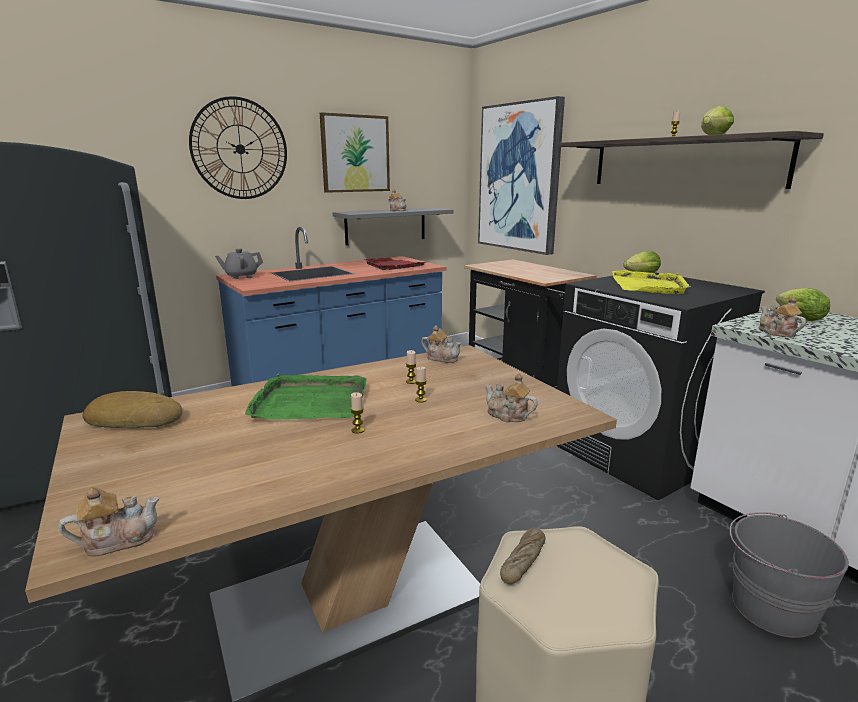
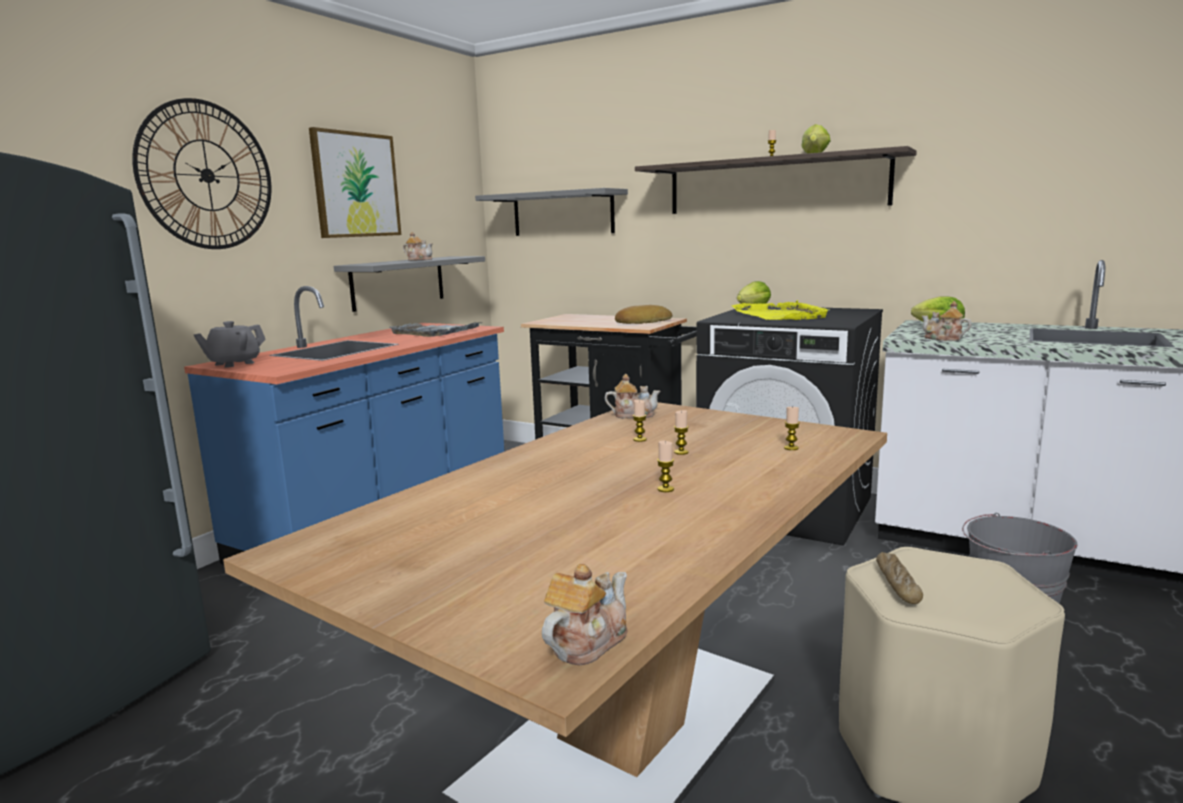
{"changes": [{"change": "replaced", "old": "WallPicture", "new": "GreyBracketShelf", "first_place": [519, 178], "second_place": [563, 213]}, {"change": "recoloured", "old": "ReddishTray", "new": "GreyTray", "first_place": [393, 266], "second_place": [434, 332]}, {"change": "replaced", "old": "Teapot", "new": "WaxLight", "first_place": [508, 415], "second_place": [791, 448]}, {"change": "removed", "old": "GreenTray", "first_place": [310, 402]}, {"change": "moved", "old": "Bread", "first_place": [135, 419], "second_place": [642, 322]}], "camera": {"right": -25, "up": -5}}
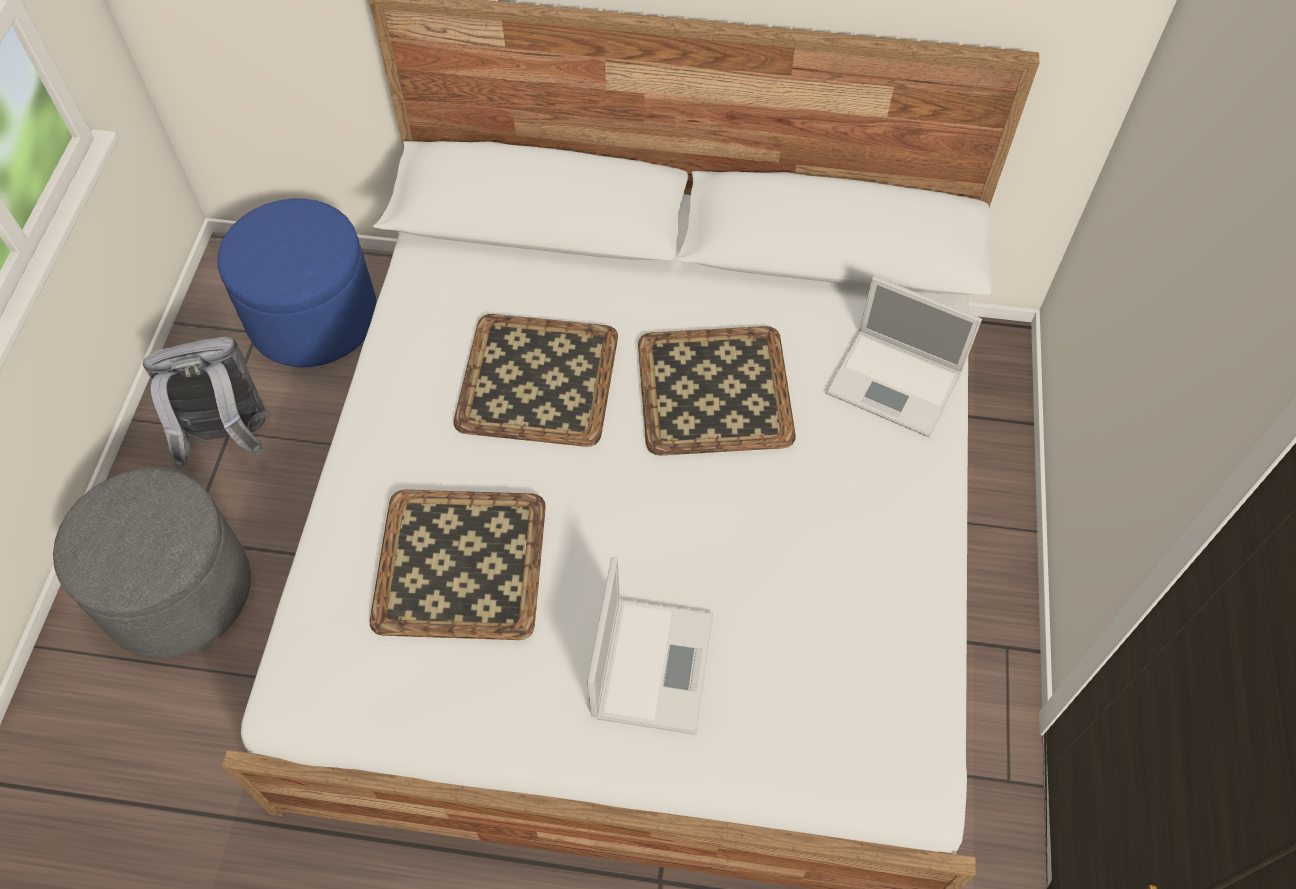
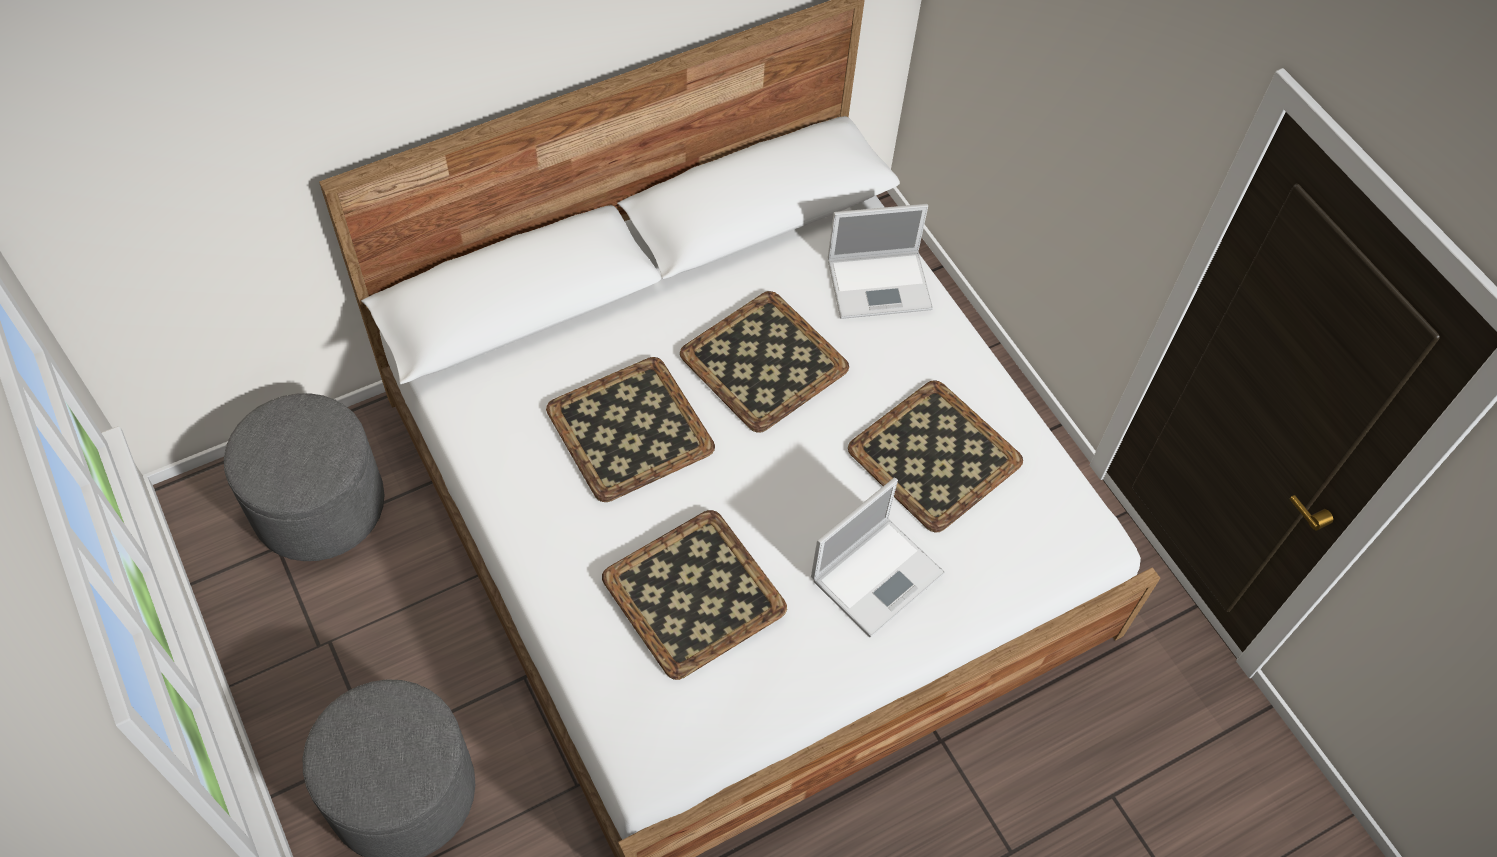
{"changes": [{"change": "recoloured", "old": "BlueColouredPouffe", "new": "GreyPouffe", "first_place": [313, 317], "second_place": [318, 504]}, {"change": "removed", "old": "GreyKnapsack", "first_place": [228, 437]}, {"change": "turned", "old": "NotebookComputer", "first_place": [653, 662], "second_place": [878, 574], "degrees": 75}, {"change": "added", "new": "Tray", "second_place": [933, 455]}], "camera": {"right": -40, "up": 0}}
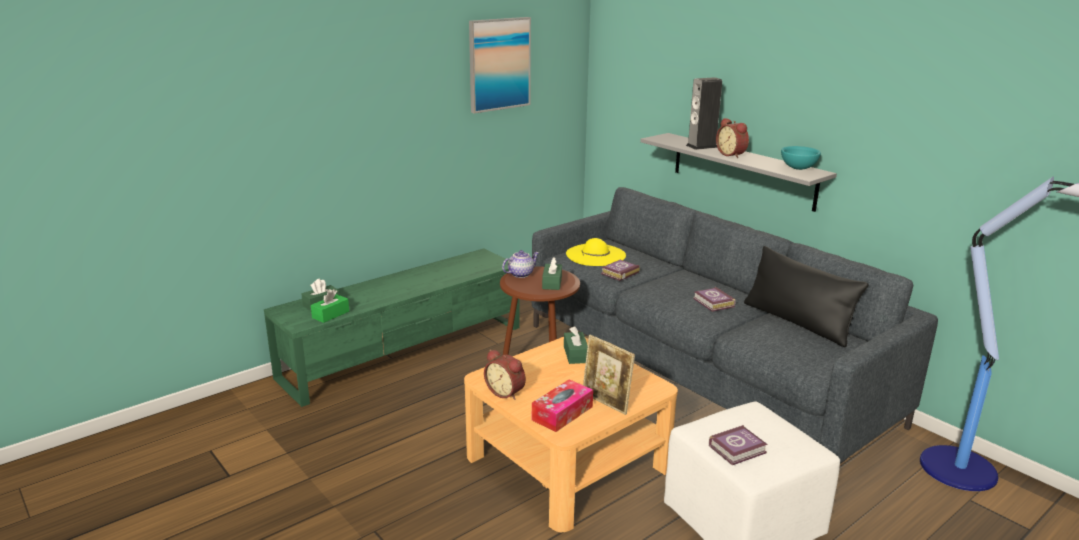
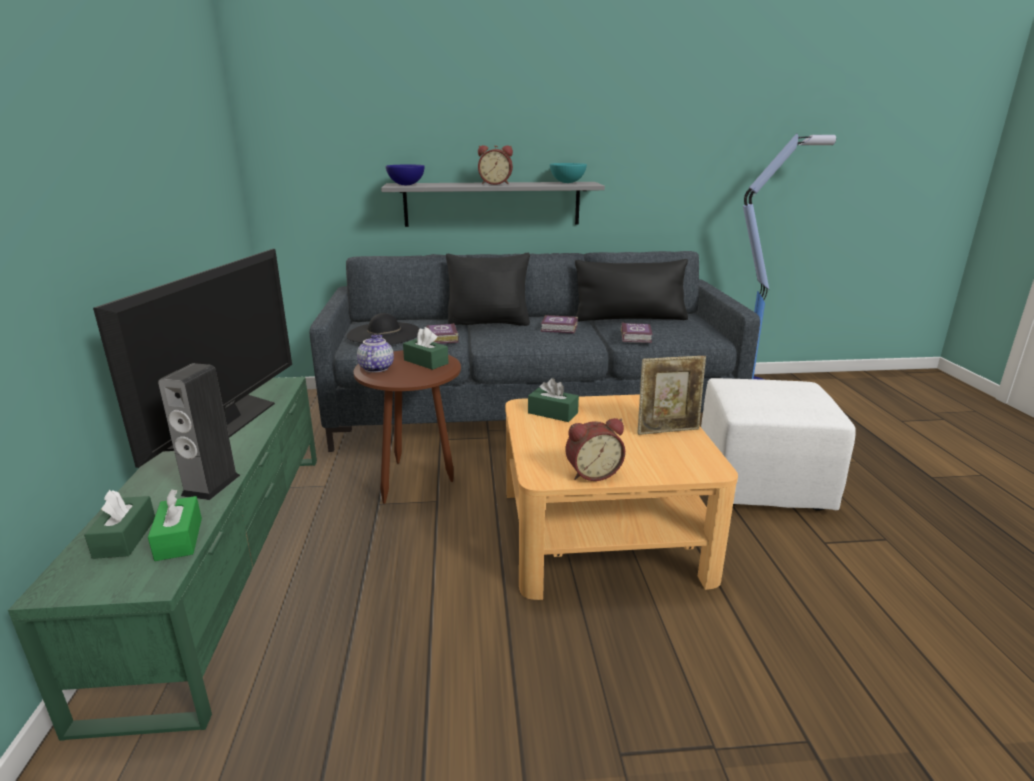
{"changes": [{"change": "removed", "old": "WallPicture", "first_place": [499, 64]}, {"change": "moved", "old": "AudioSpeaker", "first_place": [701, 146], "second_place": [211, 485]}, {"change": "recoloured", "old": "YellowClothingHat", "new": "BlackColouredClothingHat", "first_place": [595, 255], "second_place": [384, 334]}, {"change": "removed", "old": "TissueBox", "first_place": [562, 413]}, {"change": "moved", "old": "BoundBook", "first_place": [739, 449], "second_place": [636, 336]}, {"change": "added", "new": "BlueColouredServingBowl", "second_place": [405, 185]}, {"change": "added", "new": "Television", "second_place": [227, 422]}, {"change": "added", "new": "BlackColouredThrowPillow", "second_place": [489, 322]}], "camera": {"right": -55, "up": 0}}
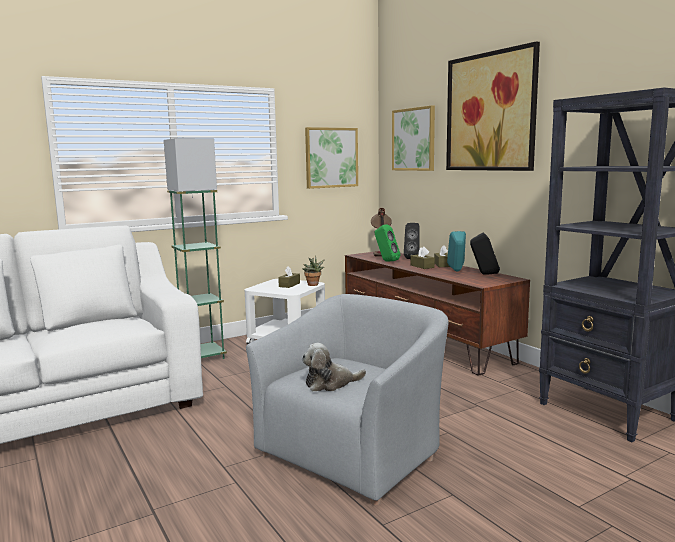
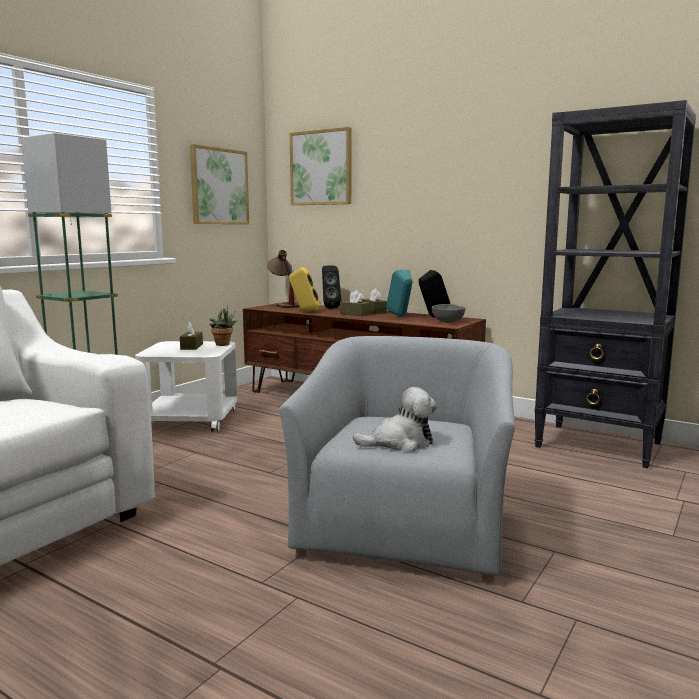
{"changes": [{"change": "removed", "old": "WallPicture", "first_place": [490, 112]}, {"change": "recoloured", "old": "GreenAudioSpeaker", "new": "YellowAudioSpeaker", "first_place": [386, 261], "second_place": [304, 311]}, {"change": "turned", "old": "SoftToy", "first_place": [330, 383], "second_place": [400, 443], "degrees": -150}, {"change": "added", "new": "GreyServingBowl", "second_place": [448, 322]}], "camera": {"right": -25, "up": 0}}
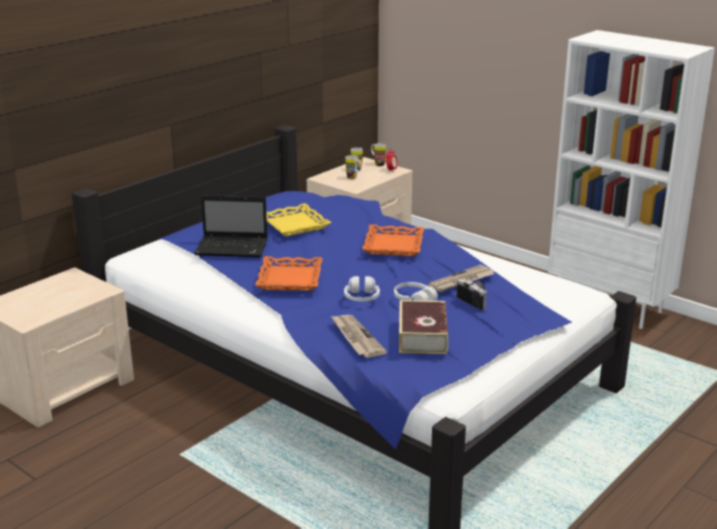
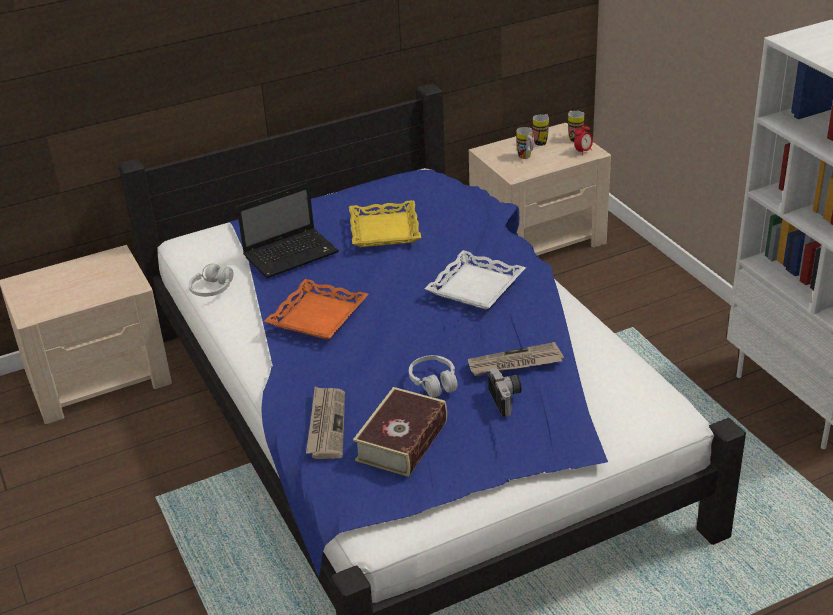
{"changes": [{"change": "turned", "old": "NotebookComputer", "first_place": [233, 248], "second_place": [292, 254], "degrees": -60}, {"change": "recoloured", "old": "OrangeTray", "new": "WhitishTray", "first_place": [393, 245], "second_place": [475, 286]}, {"change": "moved", "old": "WhitishHeadset", "first_place": [361, 297], "second_place": [212, 289]}], "camera": {"right": 25, "up": 10}}
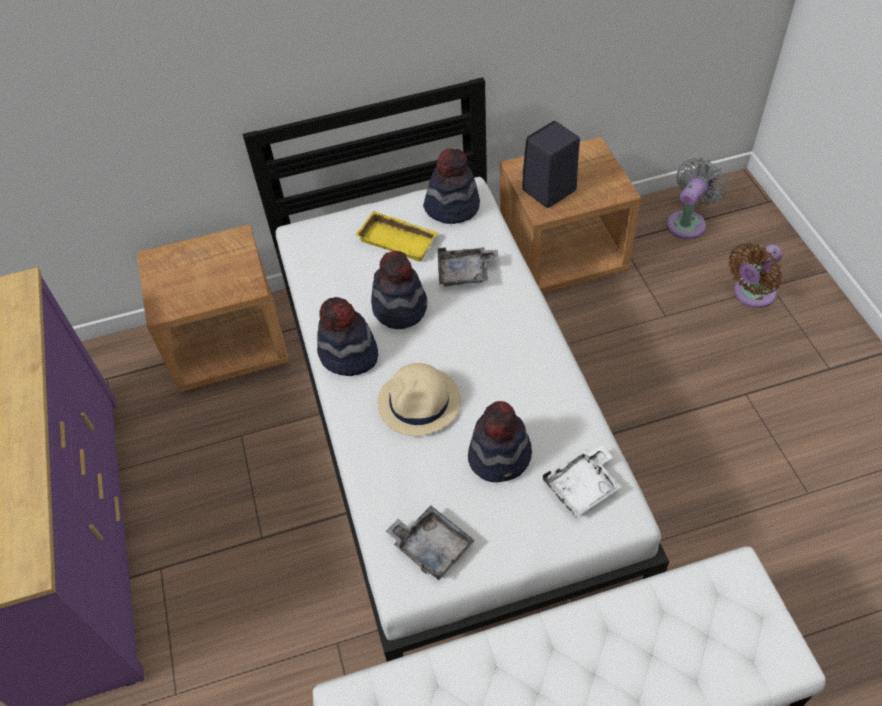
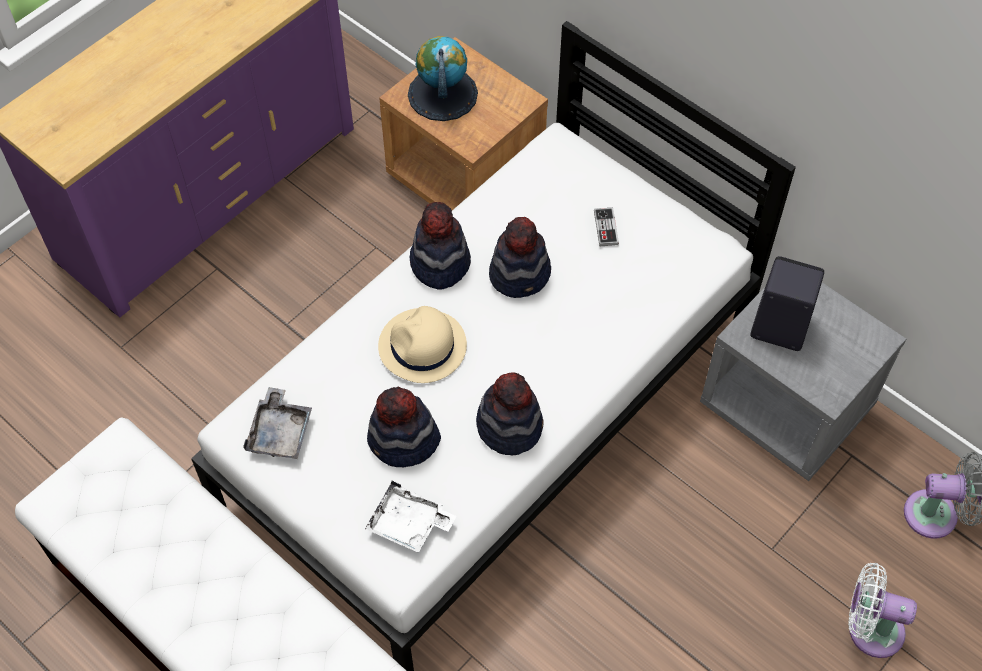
{"changes": [{"change": "recoloured", "old": "BrownishBedsideTable", "new": "GreyBedsideTable", "first_place": [563, 255], "second_place": [787, 407]}, {"change": "moved", "old": "ClothingHat", "first_place": [452, 207], "second_place": [509, 426]}, {"change": "replaced", "old": "YellowTray", "new": "Gamepad", "first_place": [399, 239], "second_place": [606, 228]}, {"change": "recoloured", "old": "BrownishCoolingFan", "new": "WhitishCoolingFan", "first_place": [751, 294], "second_place": [869, 629]}, {"change": "removed", "old": "GreyTray", "first_place": [465, 273]}, {"change": "added", "new": "DeskGlobe", "second_place": [442, 94]}], "camera": {"right": 55, "up": 5}}
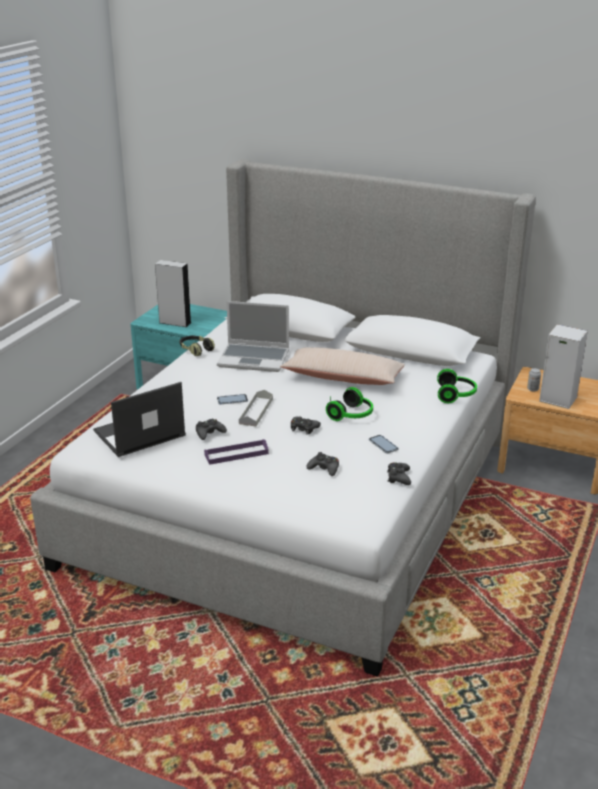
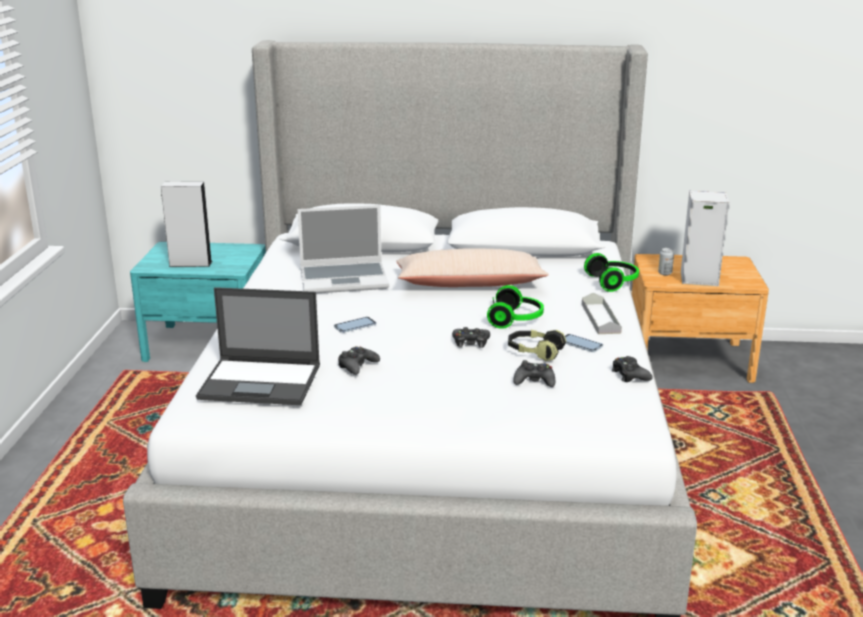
{"changes": [{"change": "moved", "old": "Headset", "first_place": [195, 350], "second_place": [534, 352]}, {"change": "turned", "old": "NotebookComputer", "first_place": [138, 434], "second_place": [262, 382], "degrees": -120}, {"change": "moved", "old": "GreyTray", "first_place": [256, 411], "second_place": [600, 318]}, {"change": "removed", "old": "PurpleTray", "first_place": [236, 454]}], "camera": {"right": -20, "up": -5}}
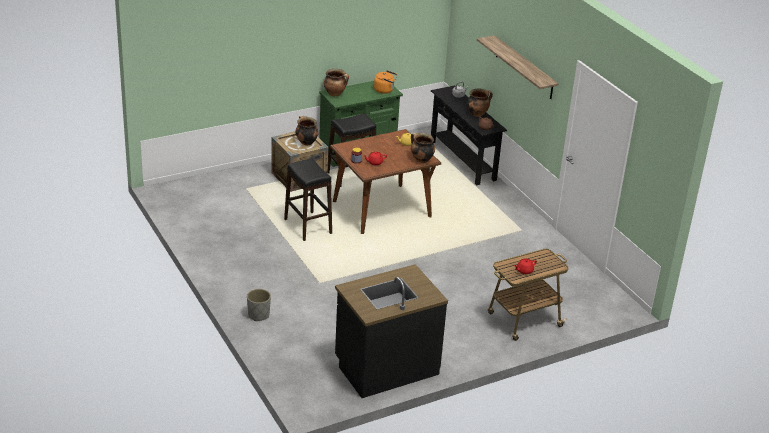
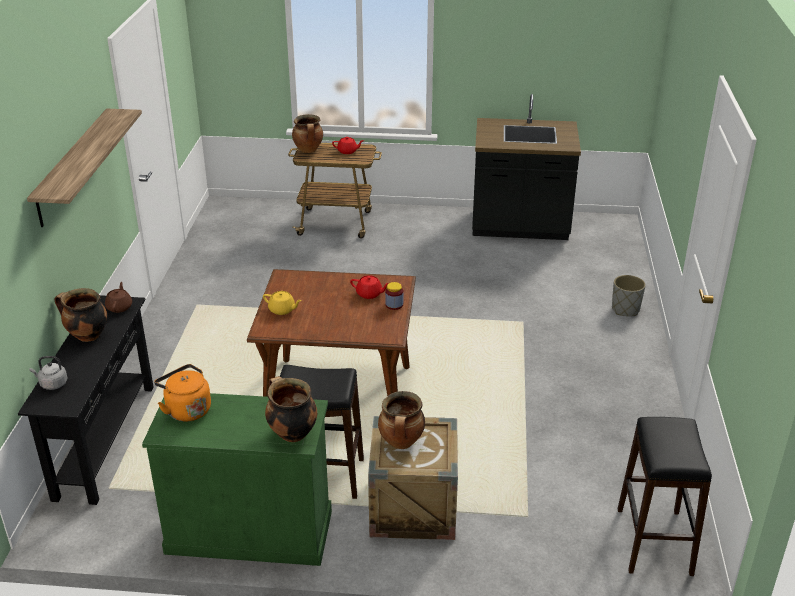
{"changes": [{"change": "moved", "old": "Saucepot", "first_place": [421, 160], "second_place": [309, 150]}, {"change": "moved", "old": "BlackColouredStoolSeat", "first_place": [307, 226], "second_place": [654, 541]}], "camera": {"right": -145, "up": 0}}
